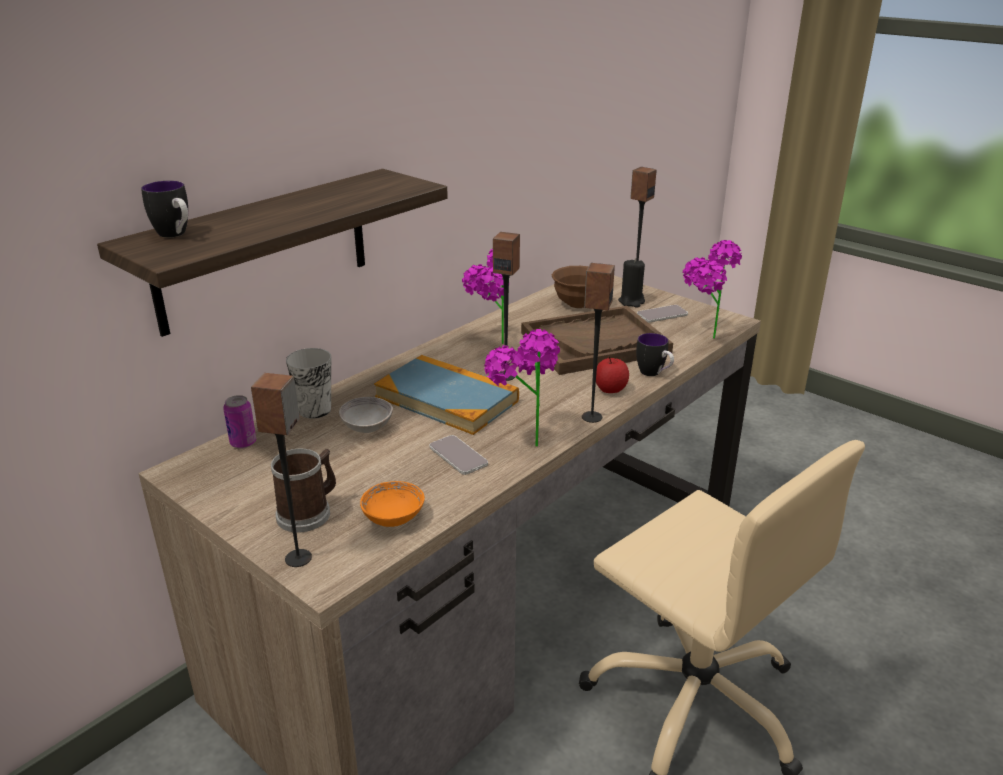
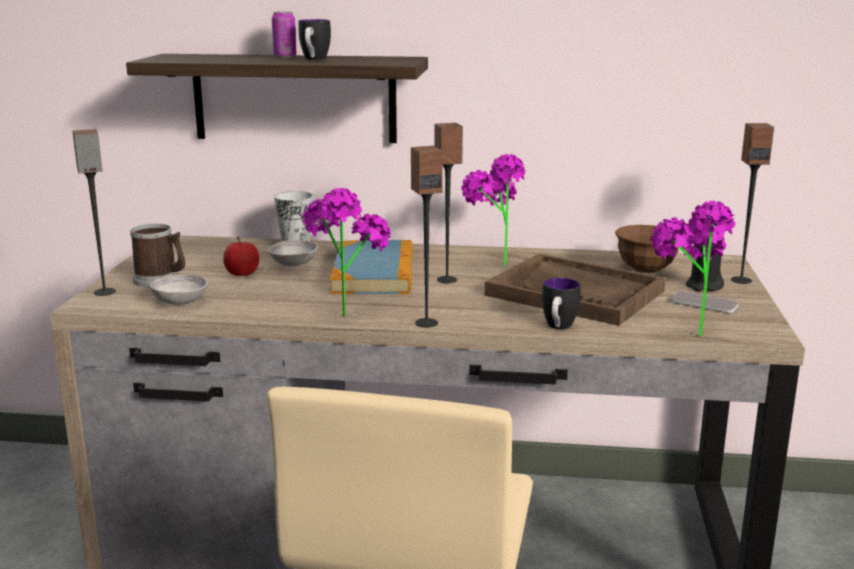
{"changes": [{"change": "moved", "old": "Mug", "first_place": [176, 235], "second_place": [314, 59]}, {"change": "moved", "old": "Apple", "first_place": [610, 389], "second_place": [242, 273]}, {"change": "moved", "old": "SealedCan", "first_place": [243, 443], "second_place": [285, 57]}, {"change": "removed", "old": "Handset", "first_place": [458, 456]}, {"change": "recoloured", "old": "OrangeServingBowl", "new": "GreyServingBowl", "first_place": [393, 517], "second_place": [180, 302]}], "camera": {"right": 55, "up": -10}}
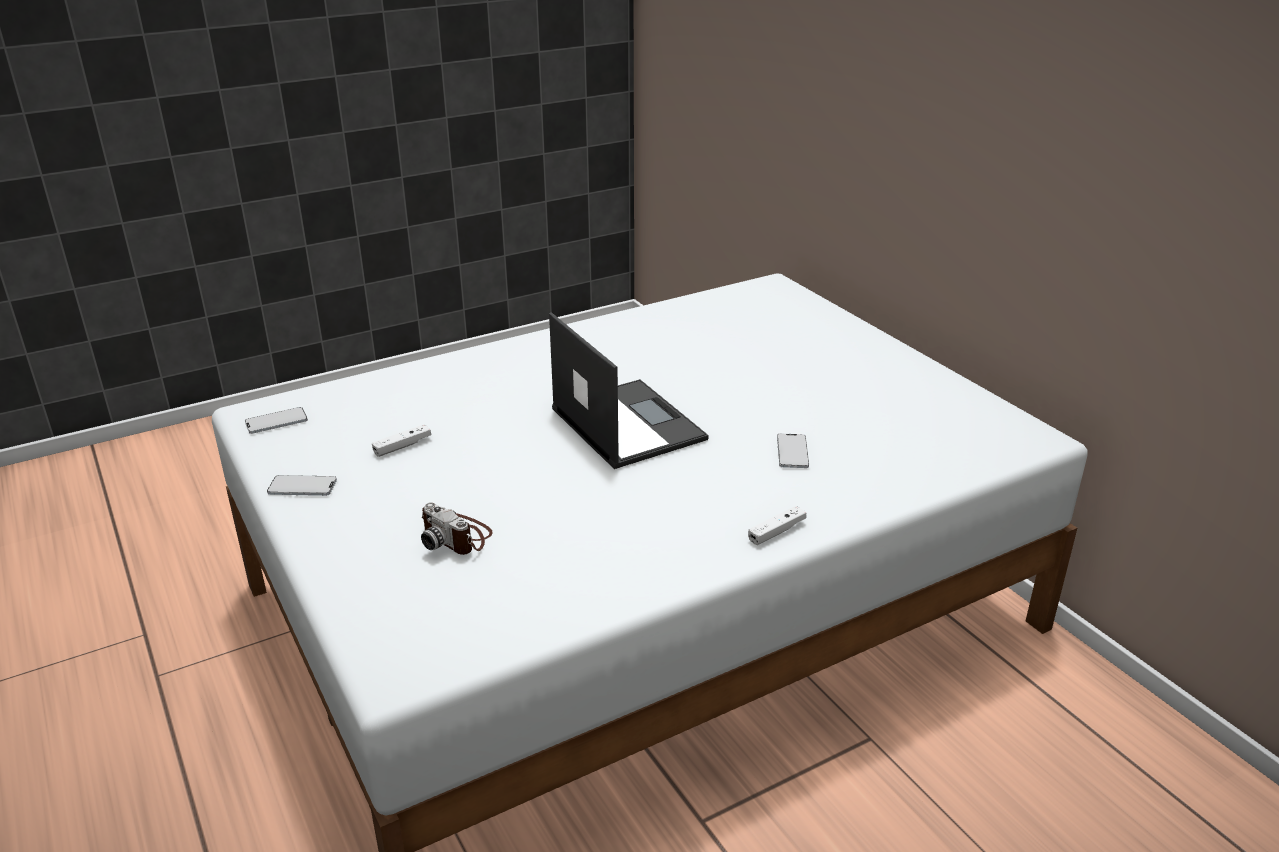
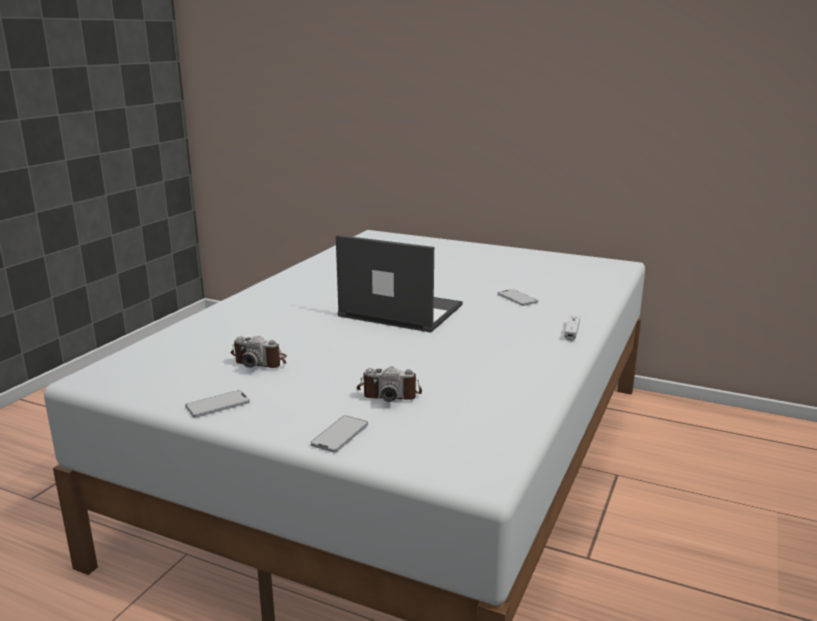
{"changes": [{"change": "moved", "old": "Handset", "first_place": [276, 422], "second_place": [340, 435]}, {"change": "replaced", "old": "WhitishGamepad", "new": "StillCamera", "first_place": [402, 446], "second_place": [261, 361]}], "camera": {"right": -35, "up": -10}}
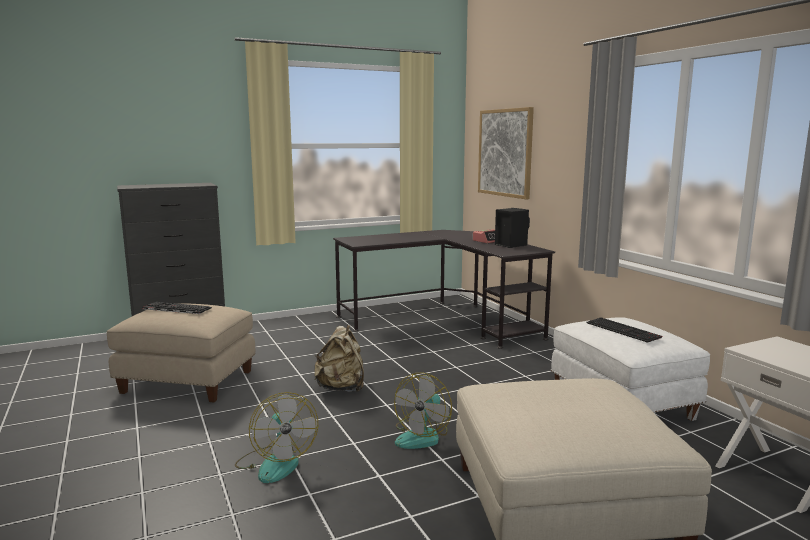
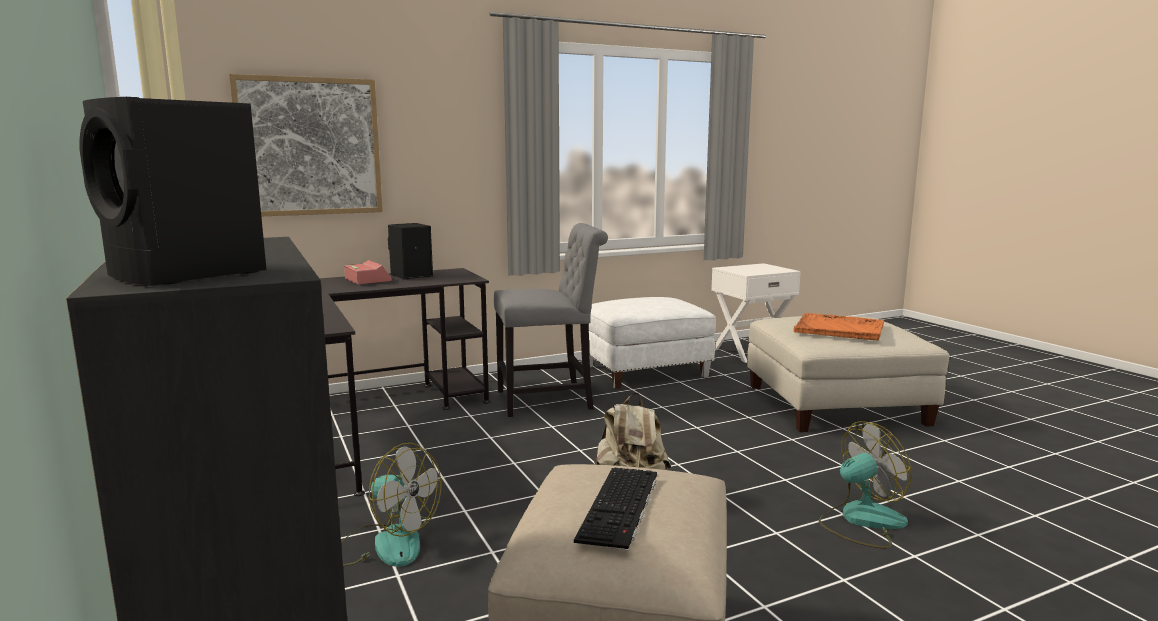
{"changes": [{"change": "removed", "old": "PcKeyboard", "first_place": [624, 330]}, {"change": "moved", "old": "CoolingFan", "first_place": [422, 436], "second_place": [386, 544]}, {"change": "added", "new": "BlackColouredAudioSpeaker", "second_place": [188, 274]}, {"change": "added", "new": "GreyUprightChair", "second_place": [550, 400]}, {"change": "added", "new": "OrangeTray", "second_place": [840, 329]}], "camera": {"right": -90, "up": 0}}
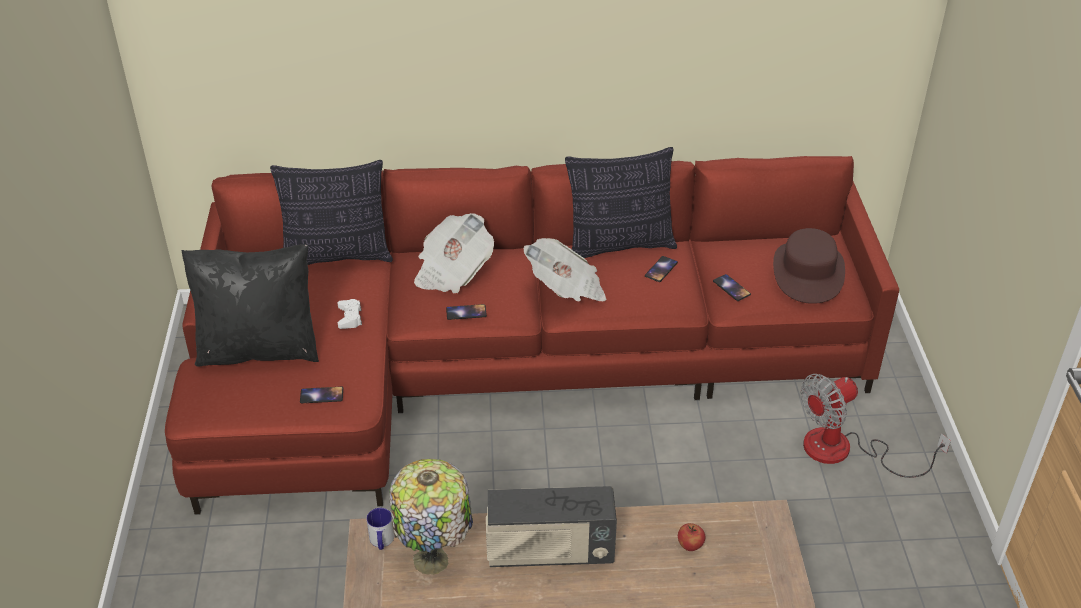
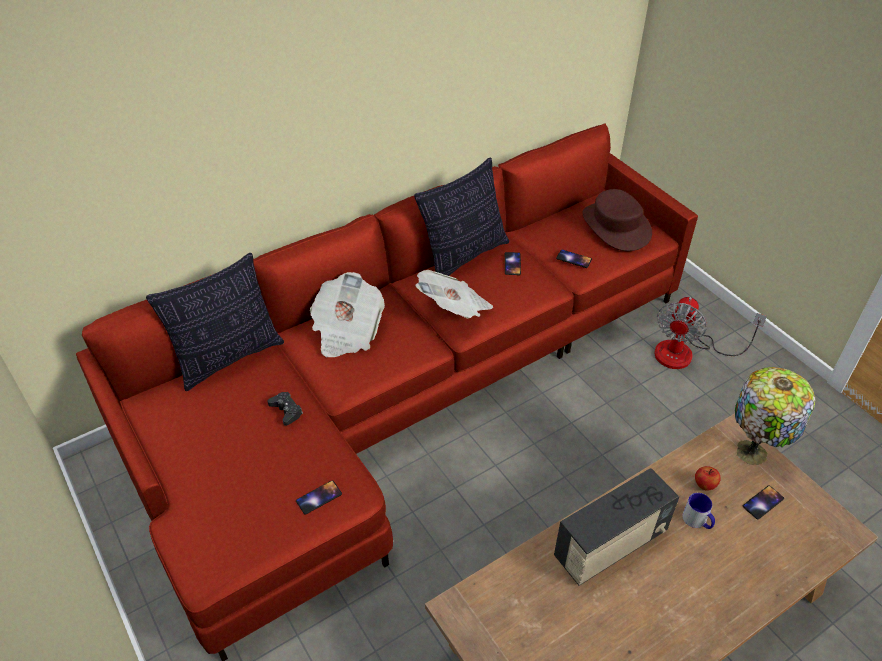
{"changes": [{"change": "removed", "old": "BlackColouredThrowPillow", "first_place": [259, 349]}, {"change": "recoloured", "old": "WhitishGamepad", "new": "BlackColouredGamepad", "first_place": [350, 317], "second_place": [286, 411]}, {"change": "moved", "old": "Handset", "first_place": [466, 312], "second_place": [763, 502]}, {"change": "moved", "old": "TableLamp", "first_place": [434, 561], "second_place": [754, 452]}, {"change": "moved", "old": "Mug", "first_place": [381, 541], "second_place": [697, 521]}], "camera": {"right": -30, "up": 5}}
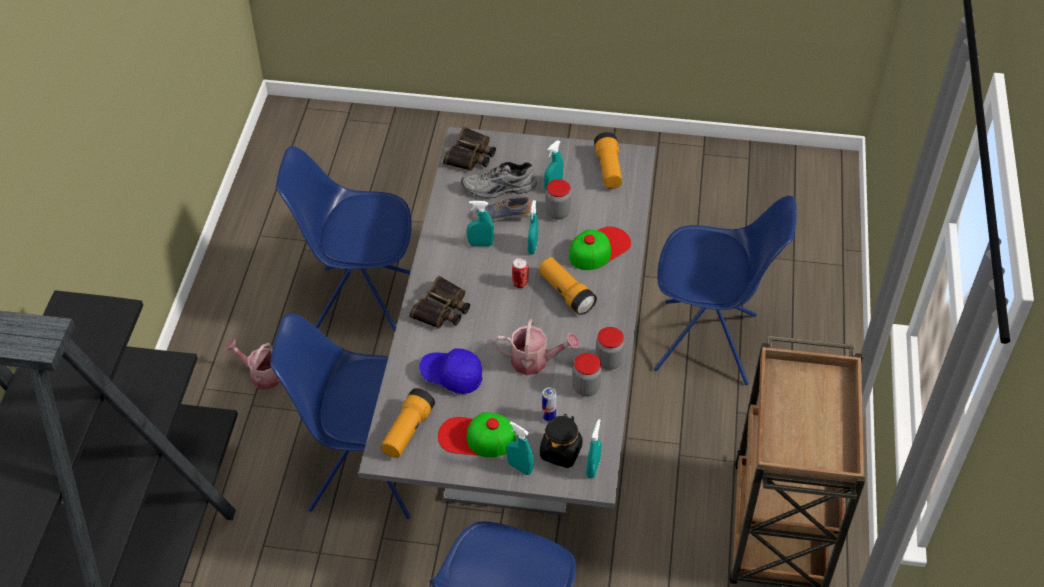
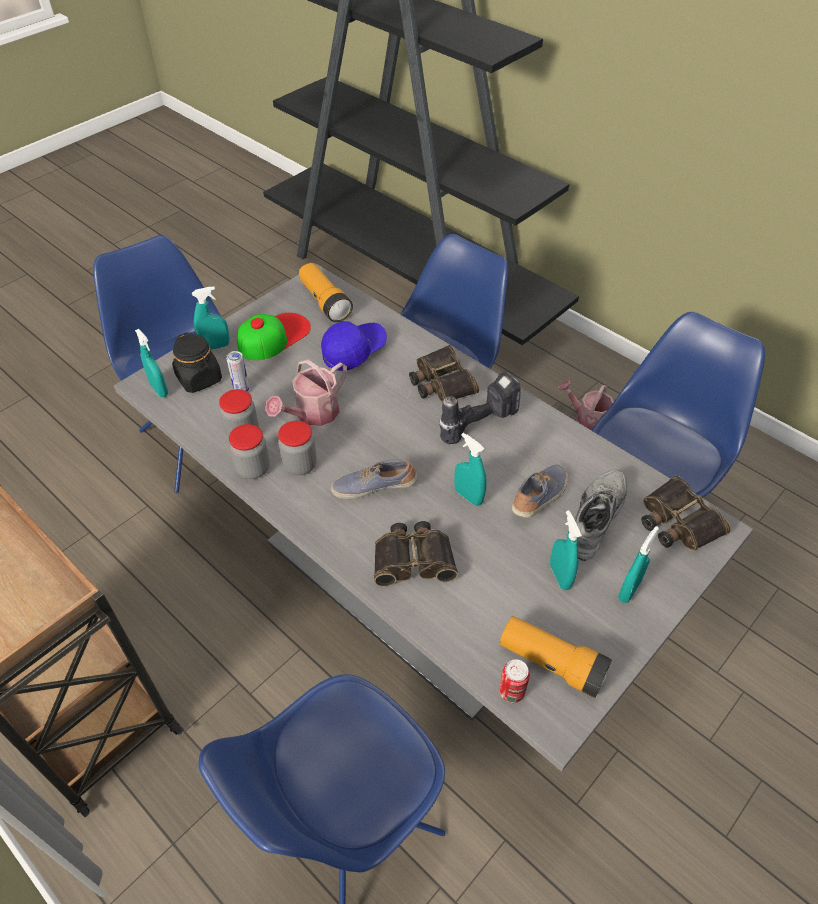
{"changes": [{"change": "moved", "old": "Jar", "first_place": [557, 212], "second_place": [300, 465]}, {"change": "moved", "old": "TurquoiseColouredSprayBottle", "first_place": [480, 244], "second_place": [629, 590]}, {"change": "replaced", "old": "PeakedCap", "new": "Binoculars", "first_place": [599, 248], "second_place": [413, 558]}, {"change": "replaced", "old": "Flashlight", "new": "Shoe", "first_place": [566, 293], "second_place": [374, 487]}, {"change": "moved", "old": "SealedCan", "first_place": [520, 283], "second_place": [511, 692]}, {"change": "turned", "old": "SprinklingCan", "first_place": [262, 375], "second_place": [588, 419], "degrees": -120}, {"change": "added", "new": "ElectricDrill", "second_place": [477, 422]}], "camera": {"right": 125, "up": 0}}
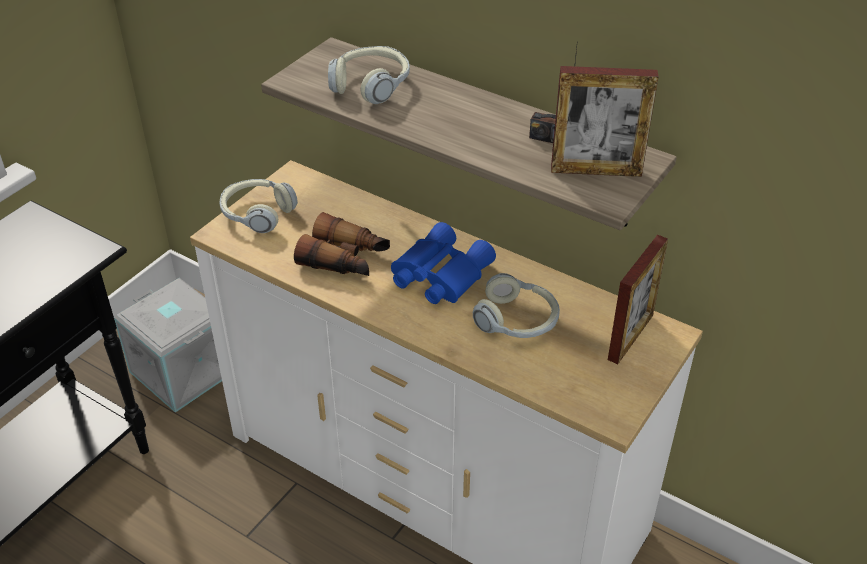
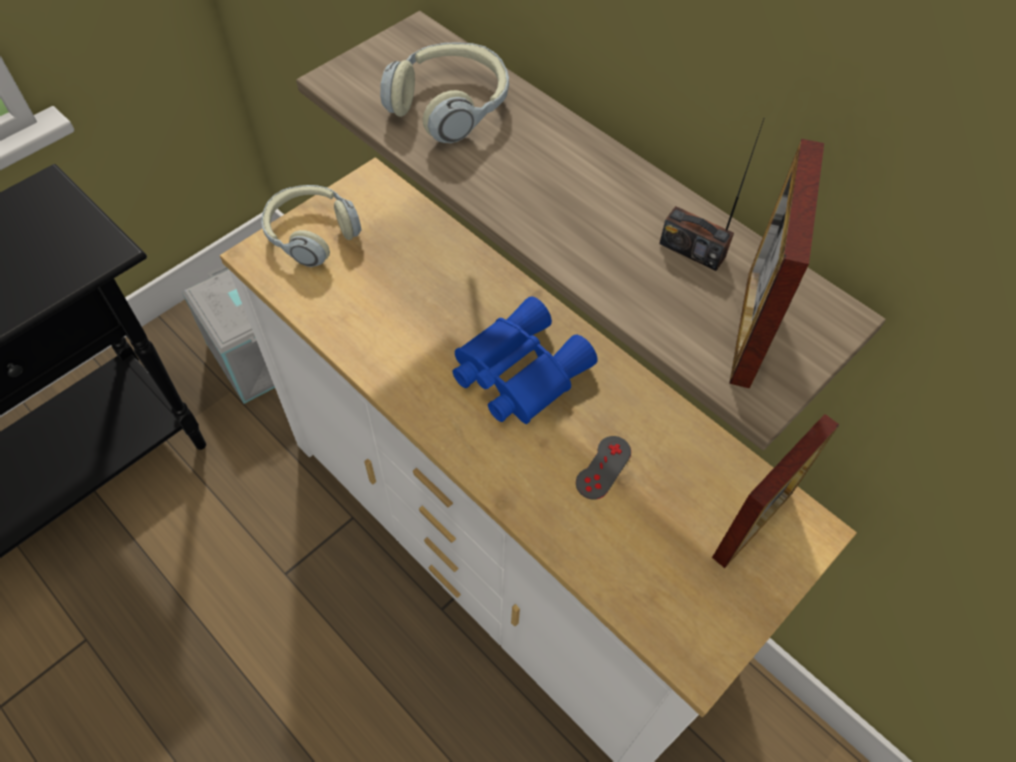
{"changes": [{"change": "turned", "old": "PictureFrame", "first_place": [596, 171], "second_place": [749, 328], "degrees": 90}, {"change": "removed", "old": "Binoculars", "first_place": [345, 259]}, {"change": "replaced", "old": "Headset", "new": "GreyGamepad", "first_place": [517, 321], "second_place": [603, 467]}], "camera": {"right": 10, "up": 15}}
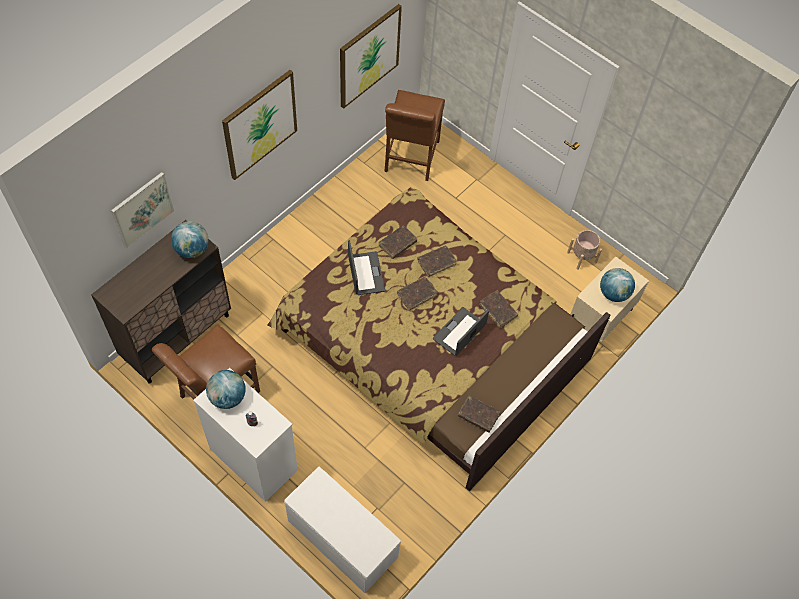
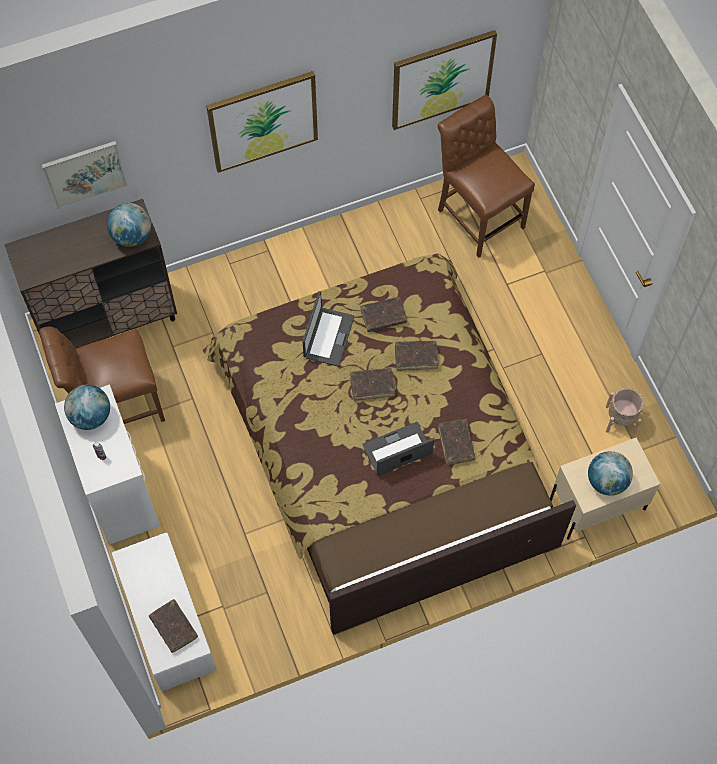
{"changes": [{"change": "turned", "old": "BrownishUprightChair", "first_place": [410, 159], "second_place": [478, 215], "degrees": 105}, {"change": "moved", "old": "BrownishBoundBook", "first_place": [478, 415], "second_place": [173, 627]}], "camera": {"right": 30, "up": 5}}
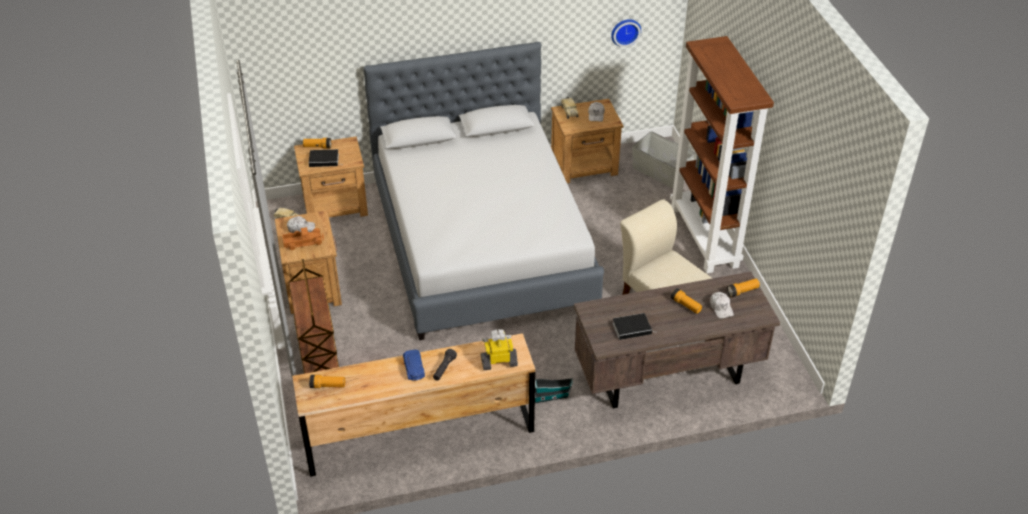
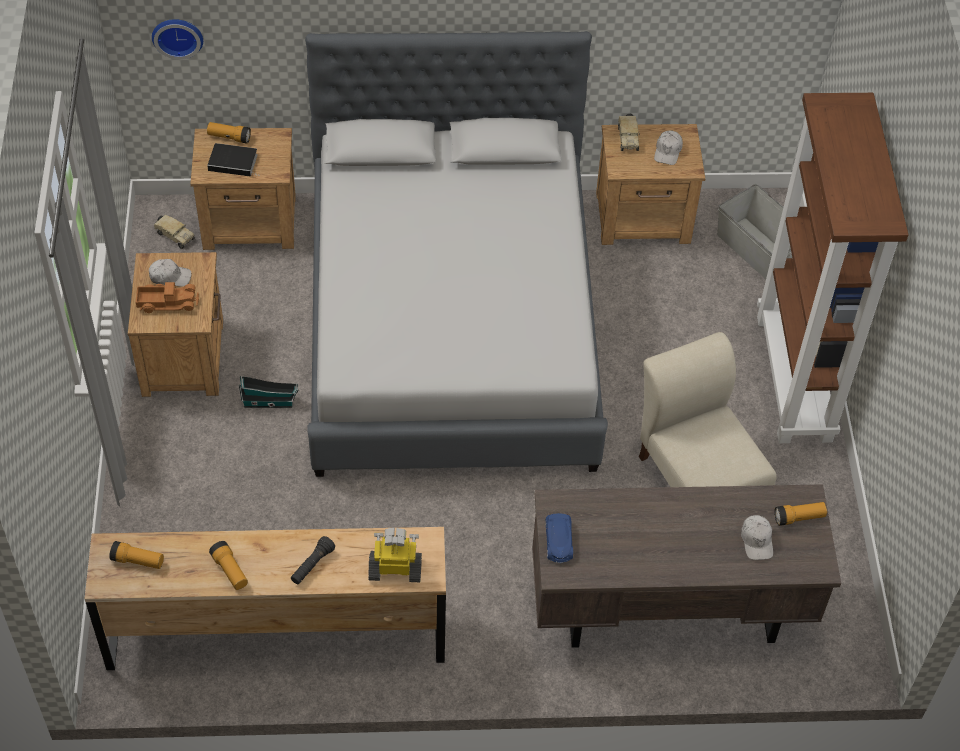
{"changes": [{"change": "moved", "old": "WallClock", "first_place": [625, 31], "second_place": [177, 35]}, {"change": "removed", "old": "BrownishWheeledCart", "first_place": [317, 352]}, {"change": "moved", "old": "Flashlight", "first_place": [686, 305], "second_place": [230, 570]}, {"change": "removed", "old": "BoundBook", "first_place": [632, 328]}, {"change": "moved", "old": "BlueColouredToyCar", "first_place": [414, 368], "second_place": [558, 541]}, {"change": "moved", "old": "MiniatureHouse", "first_place": [552, 396], "second_place": [270, 402]}], "camera": {"right": 10, "up": 10}}
